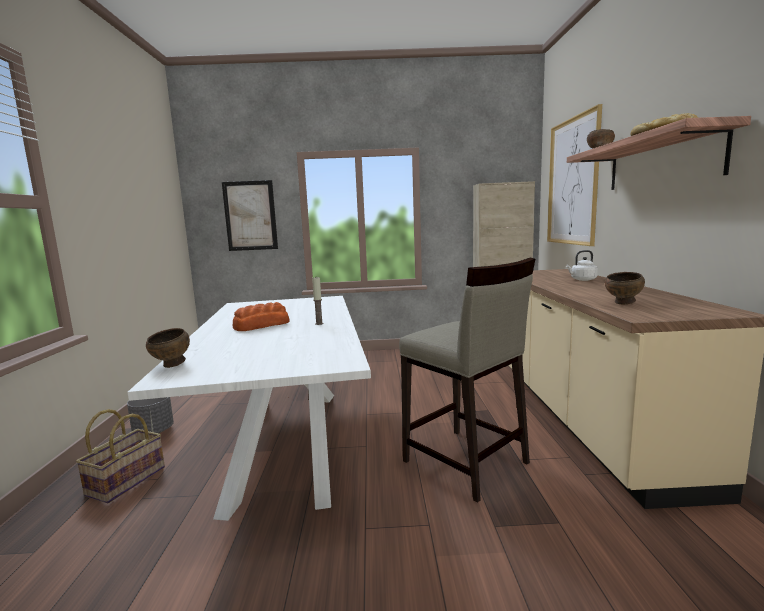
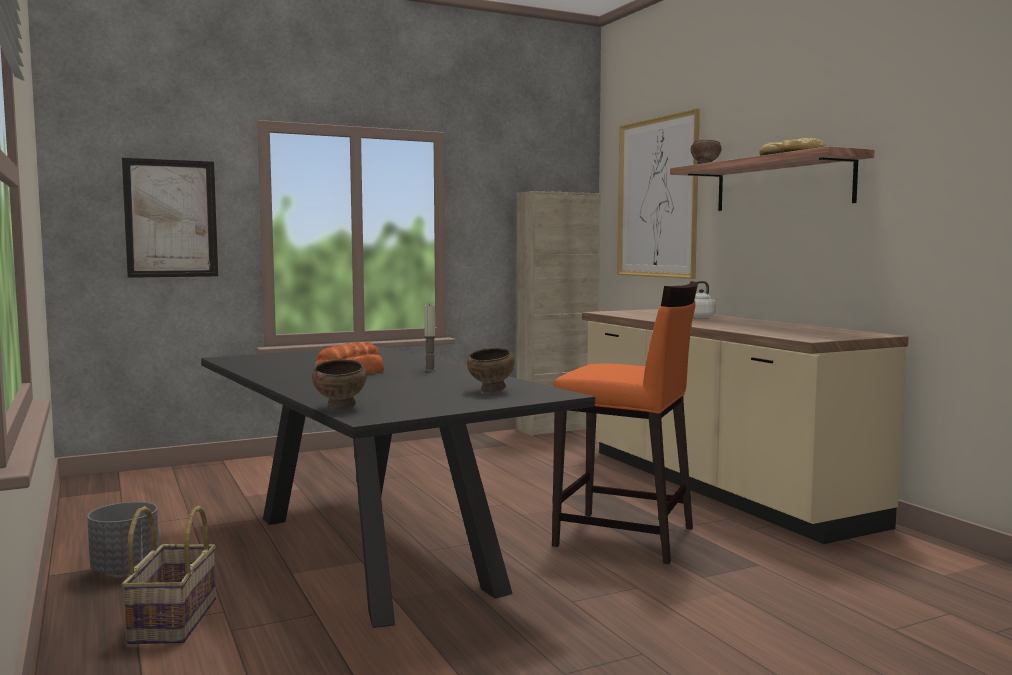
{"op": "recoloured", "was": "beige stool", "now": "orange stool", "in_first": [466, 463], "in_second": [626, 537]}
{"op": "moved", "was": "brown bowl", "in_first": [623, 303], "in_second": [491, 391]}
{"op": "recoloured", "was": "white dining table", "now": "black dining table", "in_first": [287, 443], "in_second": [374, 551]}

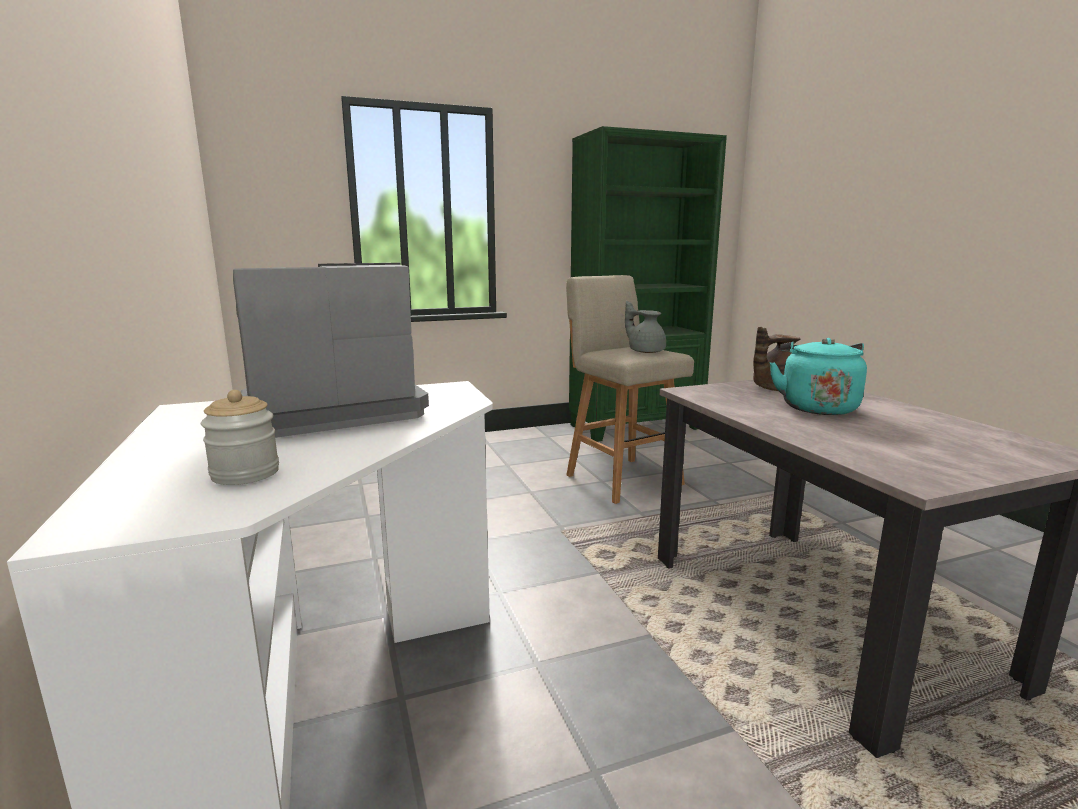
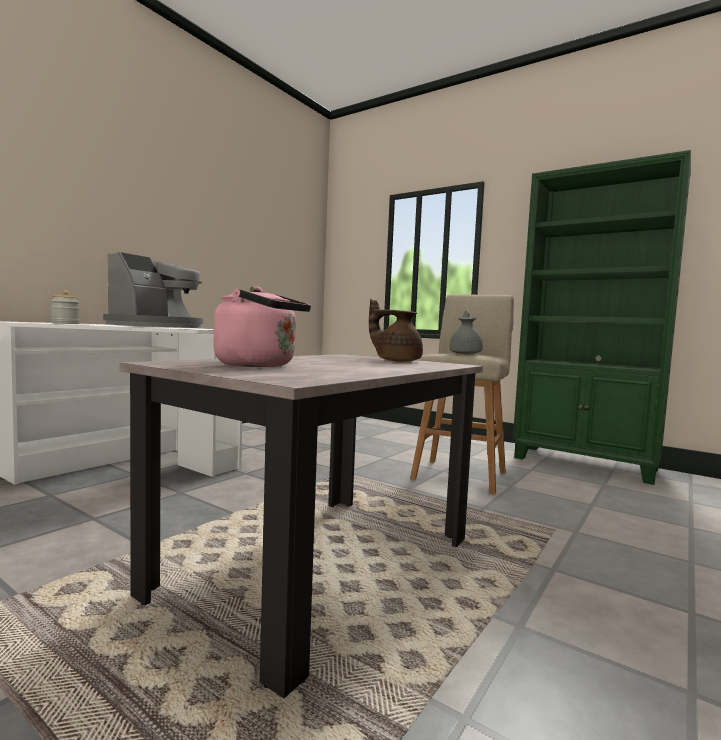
{"op": "turned", "was": "coffee machine", "in_first": [330, 411], "in_second": [158, 326], "clockwise": 90}
{"op": "removed", "was": "turquoise kettle", "in_first": [816, 407]}
{"op": "added", "now": "pink kettle", "in_second": [260, 365]}

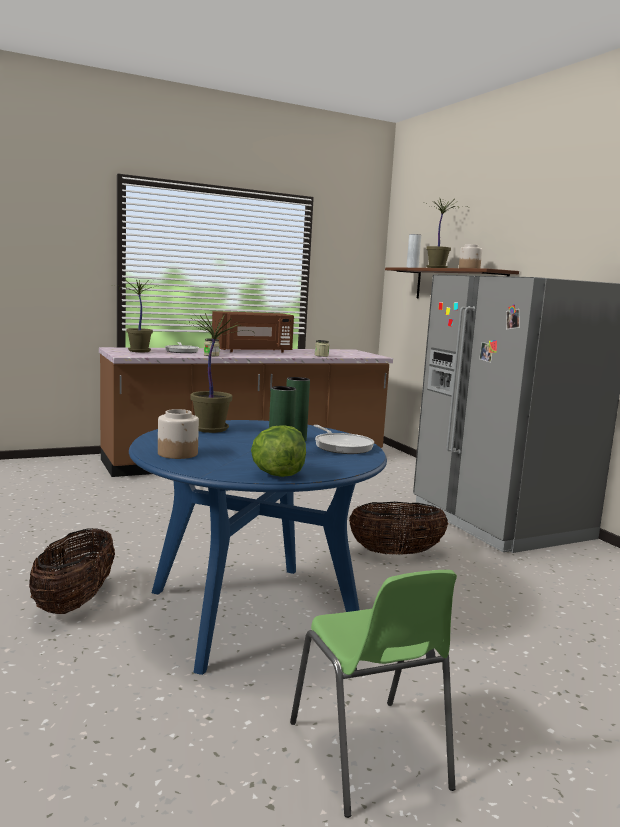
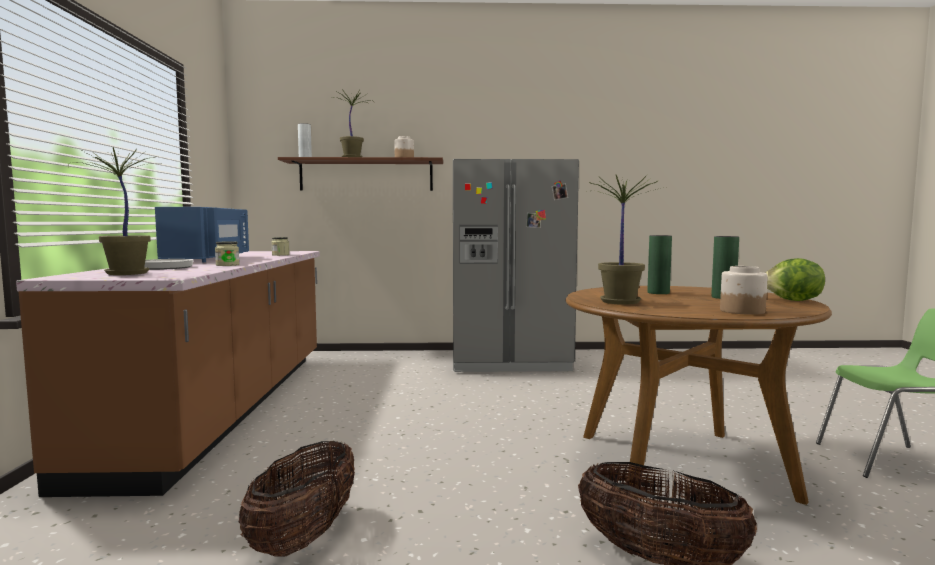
{"op": "recoloured", "was": "brown microwave", "now": "blue microwave", "in_first": [253, 351], "in_second": [209, 259]}
{"op": "recoloured", "was": "blue dining table", "now": "brown dining table", "in_first": [252, 613], "in_second": [681, 465]}
{"op": "removed", "was": "frying pan", "in_first": [342, 446]}
{"op": "moved", "was": "basket", "in_first": [396, 553], "in_second": [304, 537]}

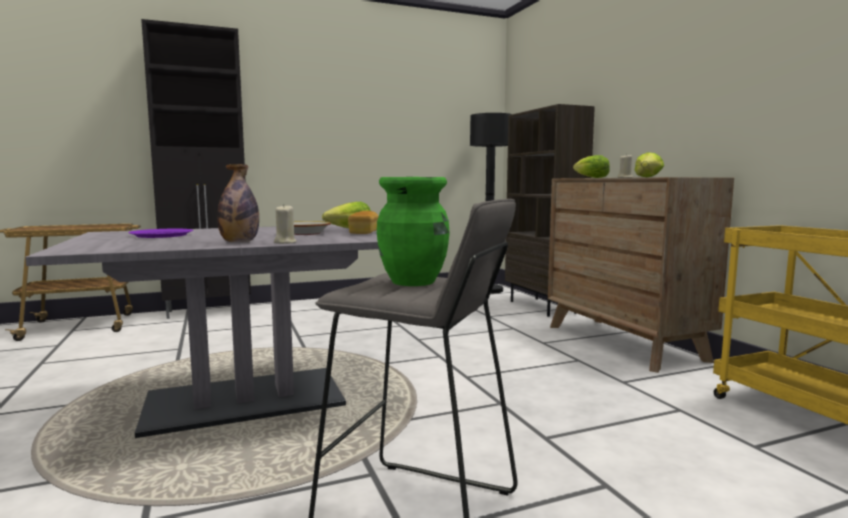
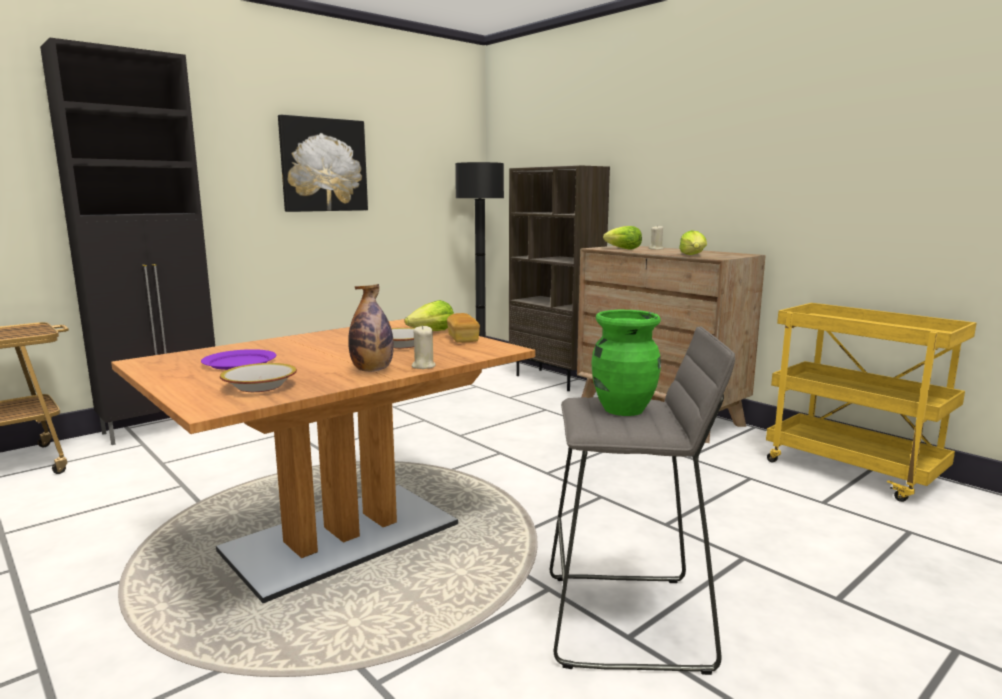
{"op": "recoloured", "was": "grey dining table", "now": "brown dining table", "in_first": [245, 401], "in_second": [342, 538]}
{"op": "added", "now": "picture", "in_second": [323, 165]}
{"op": "added", "now": "bowl", "in_second": [260, 386]}

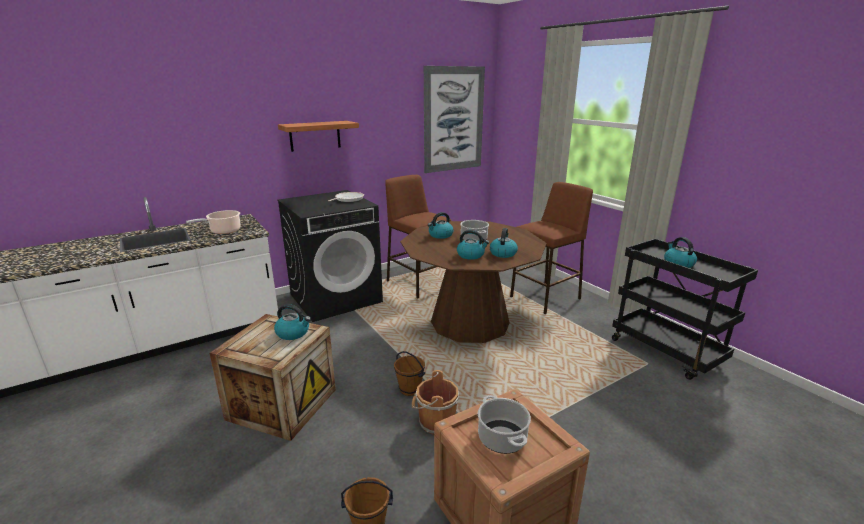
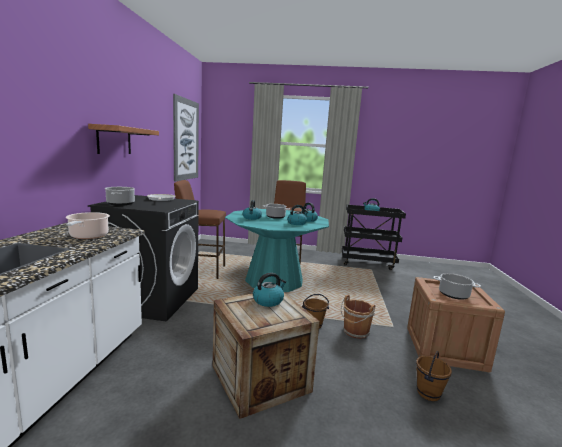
{"op": "recoloured", "was": "brown dining table", "now": "turquoise dining table", "in_first": [470, 322], "in_second": [274, 280]}
{"op": "added", "now": "cooking pot", "in_second": [120, 204]}

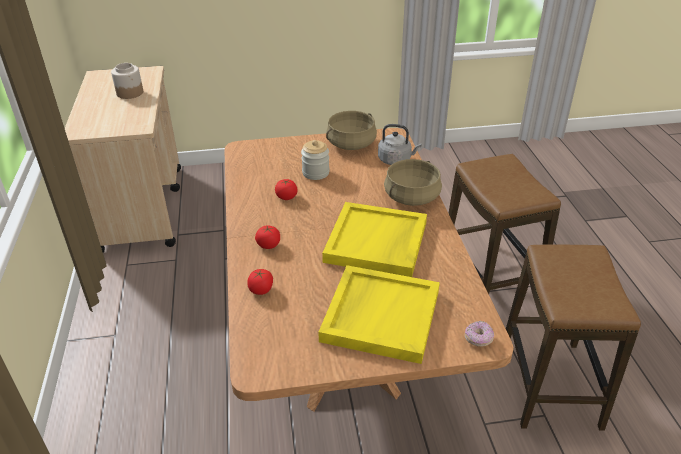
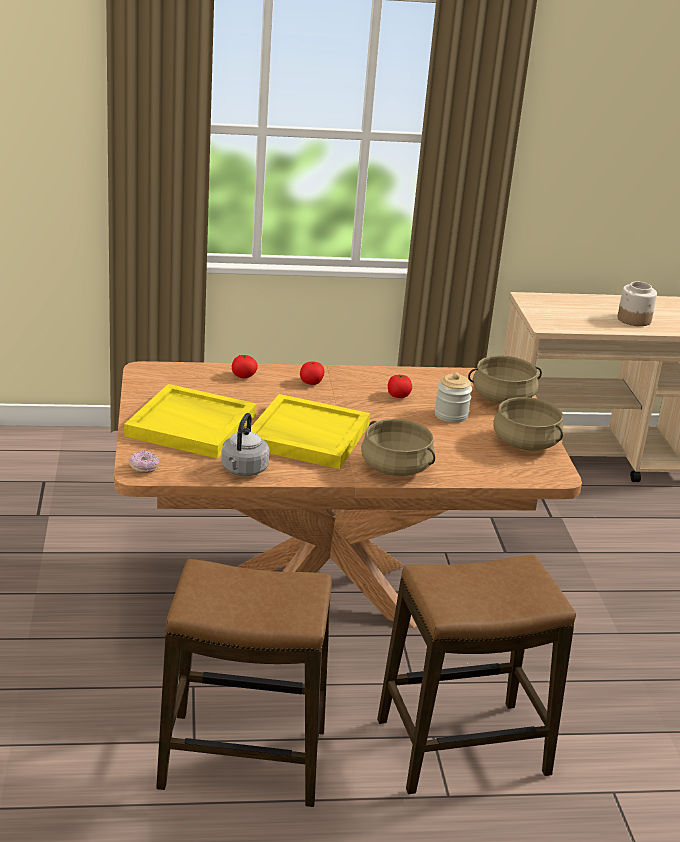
{"op": "moved", "was": "grey kettle", "in_first": [396, 160], "in_second": [243, 470]}
{"op": "added", "now": "beige cooking pot", "in_second": [503, 398]}

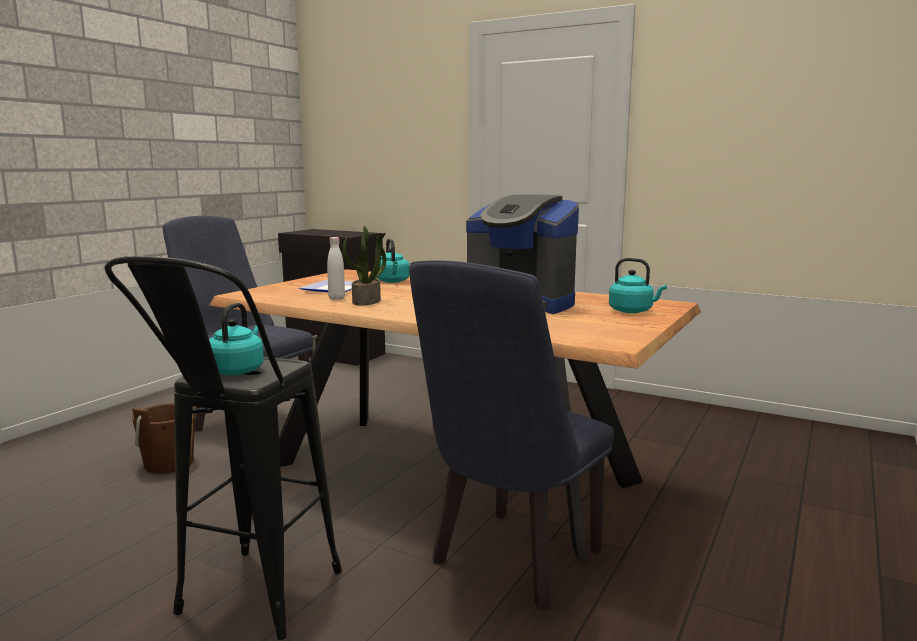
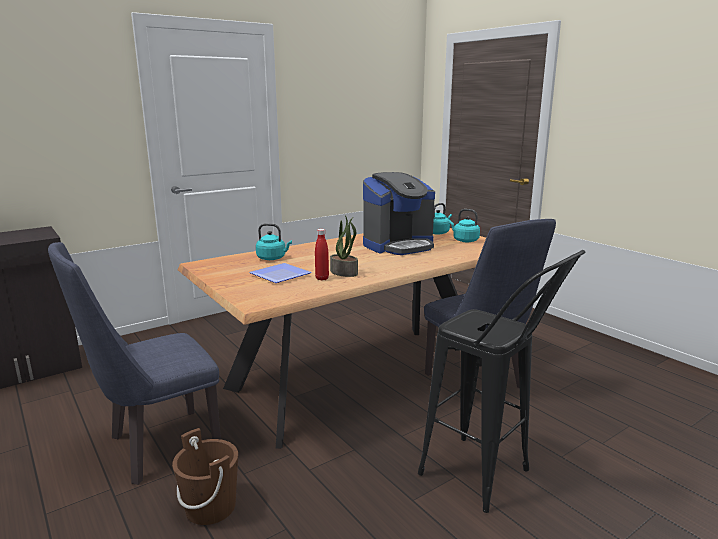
{"op": "recoloured", "was": "white bottle", "now": "red bottle", "in_first": [336, 298], "in_second": [322, 278]}
{"op": "moved", "was": "turquoise kettle", "in_first": [237, 370], "in_second": [464, 240]}

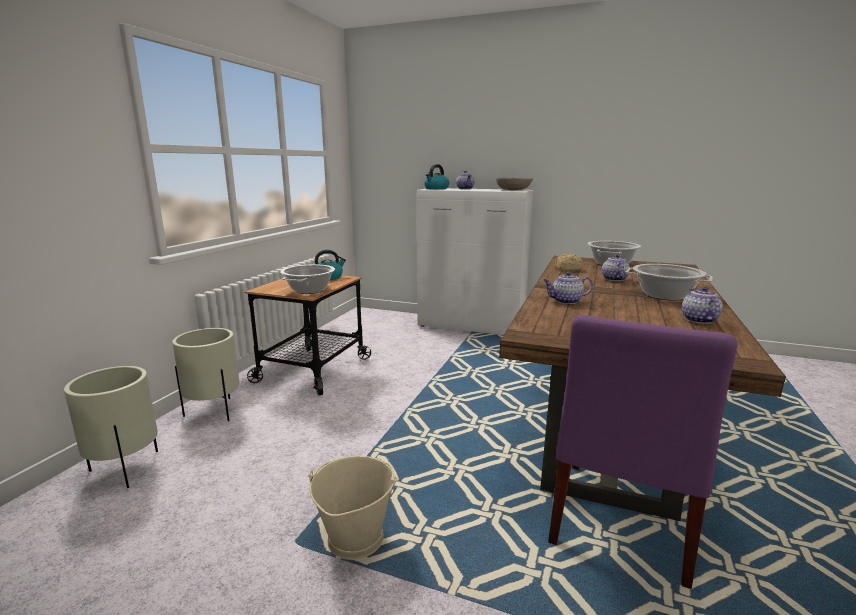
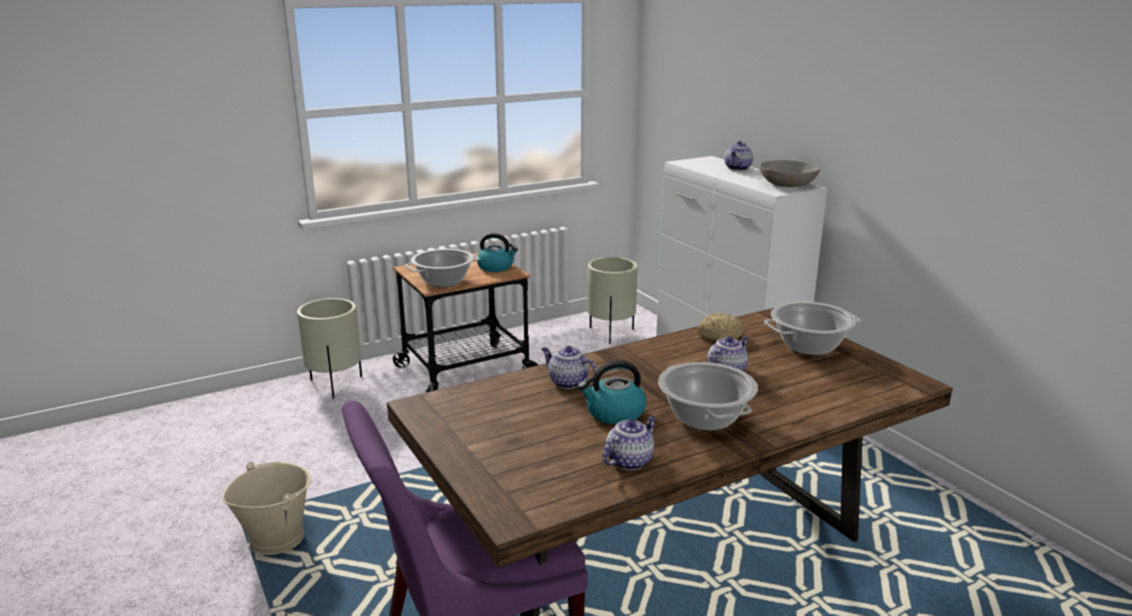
{"op": "moved", "was": "kettle", "in_first": [436, 189], "in_second": [614, 413]}
{"op": "moved", "was": "beige planter", "in_first": [125, 469], "in_second": [610, 333]}

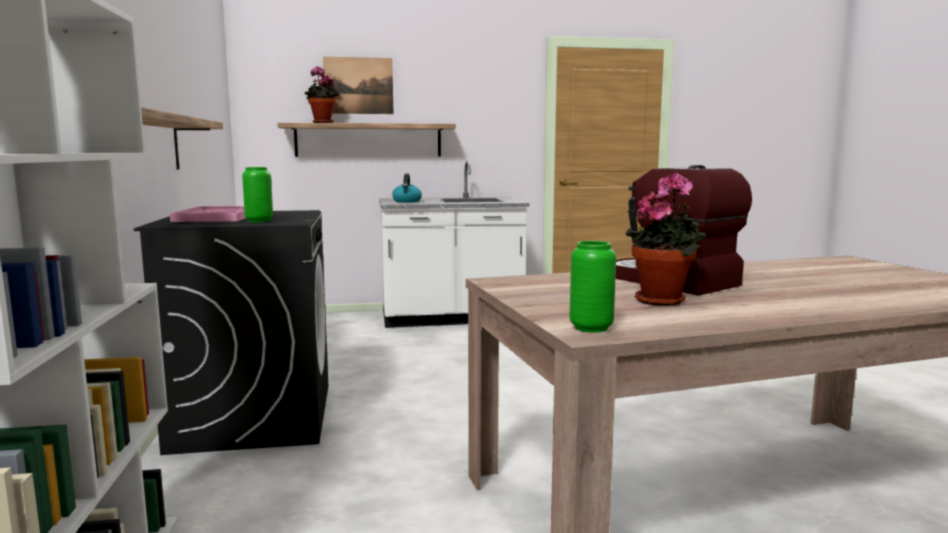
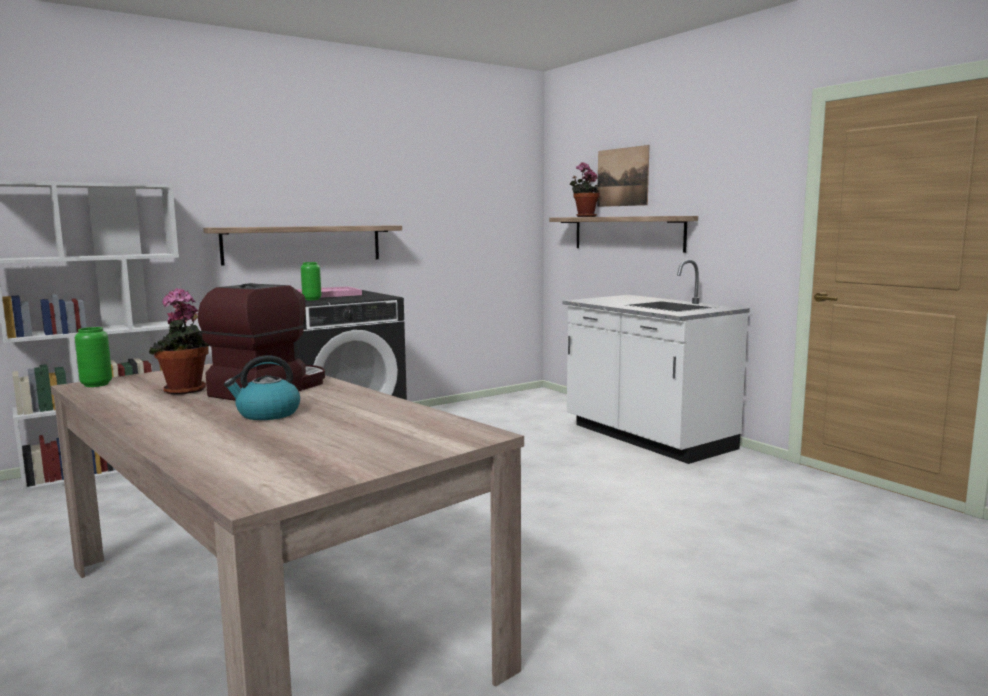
{"op": "moved", "was": "kettle", "in_first": [407, 201], "in_second": [267, 414]}

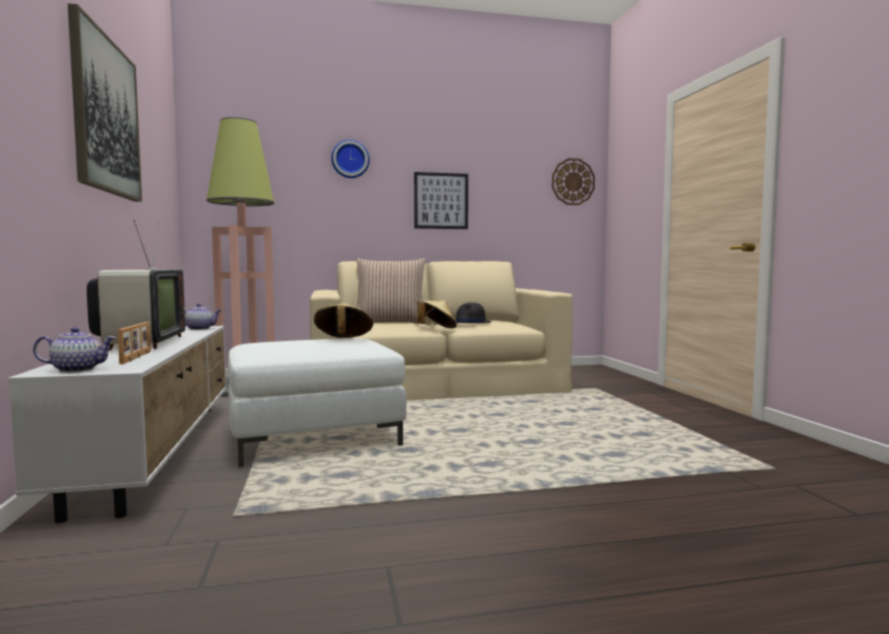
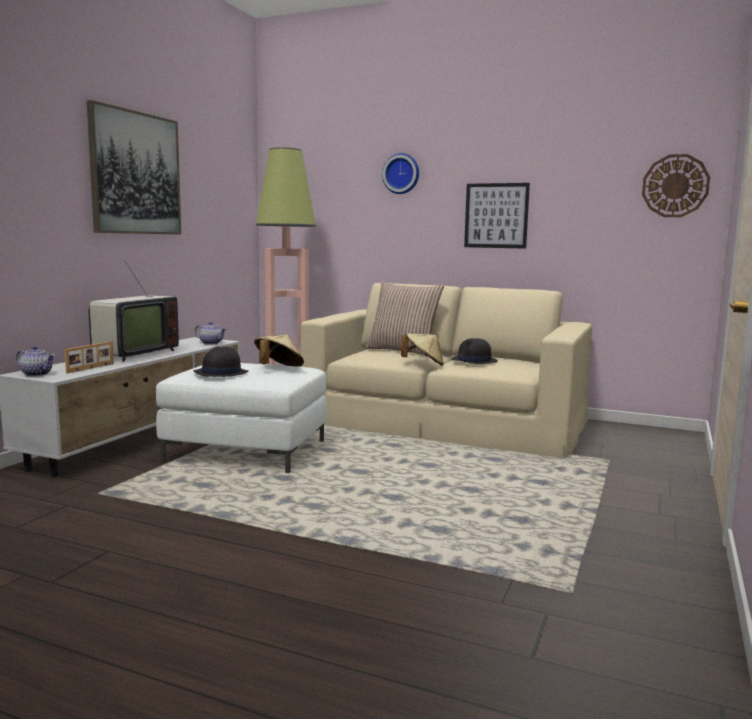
{"op": "added", "now": "black hat", "in_second": [220, 373]}

